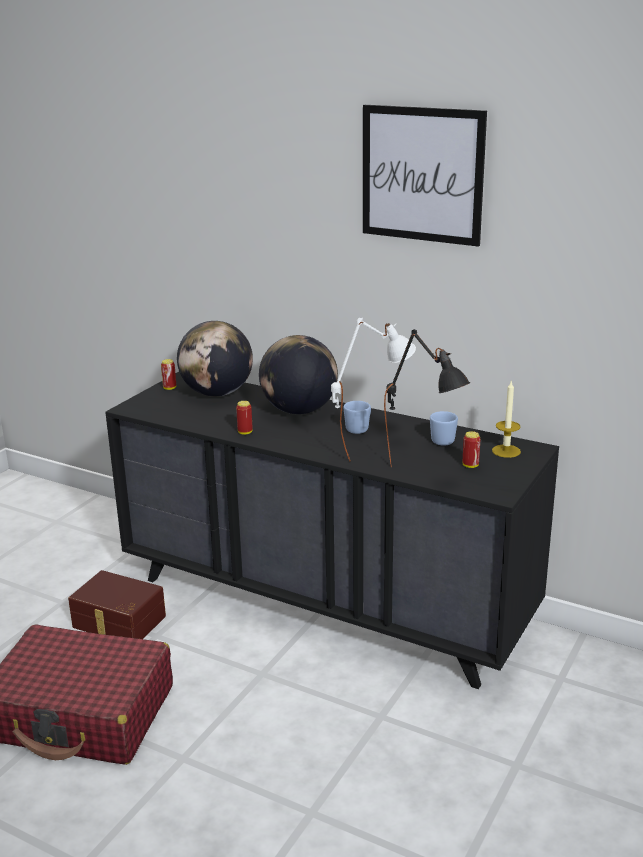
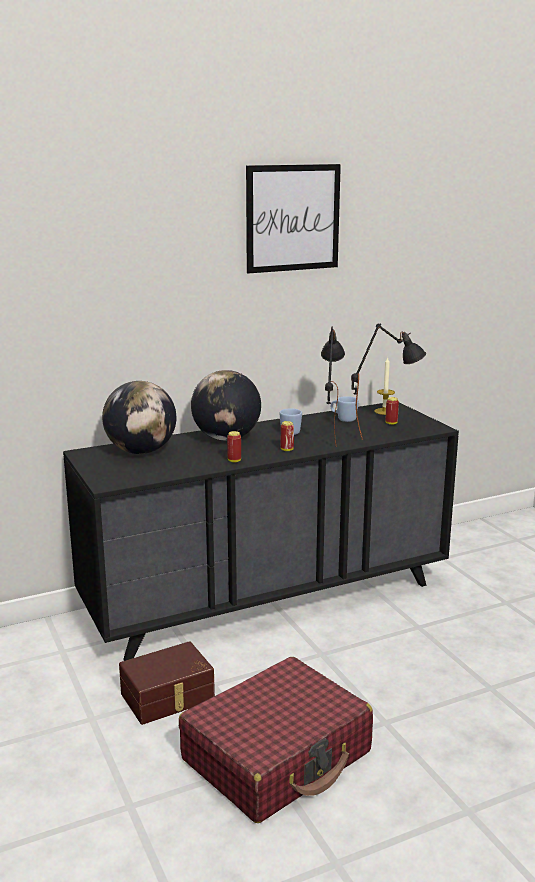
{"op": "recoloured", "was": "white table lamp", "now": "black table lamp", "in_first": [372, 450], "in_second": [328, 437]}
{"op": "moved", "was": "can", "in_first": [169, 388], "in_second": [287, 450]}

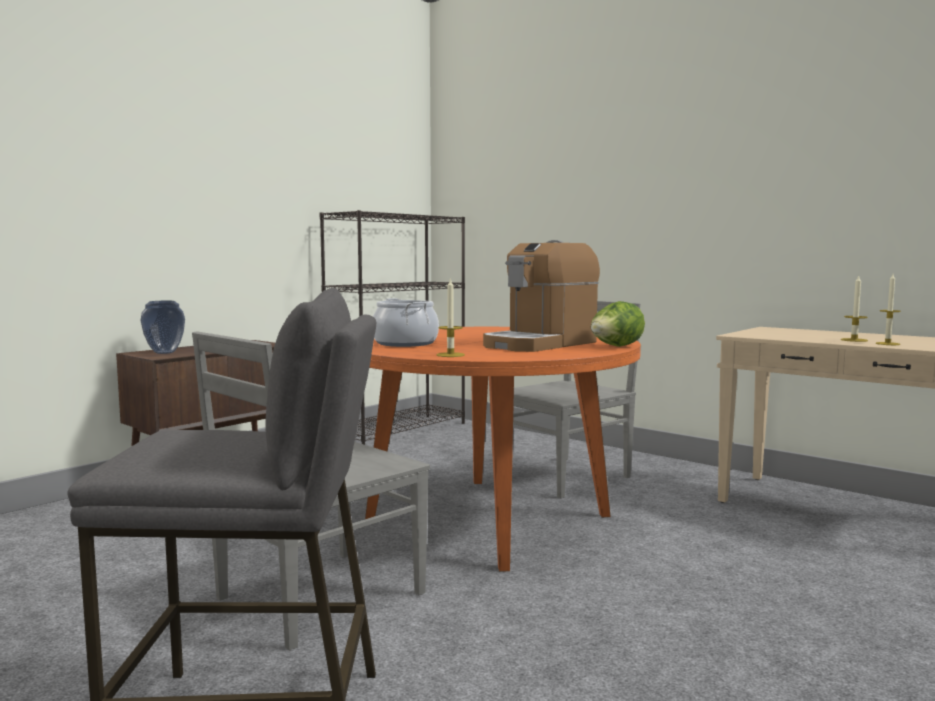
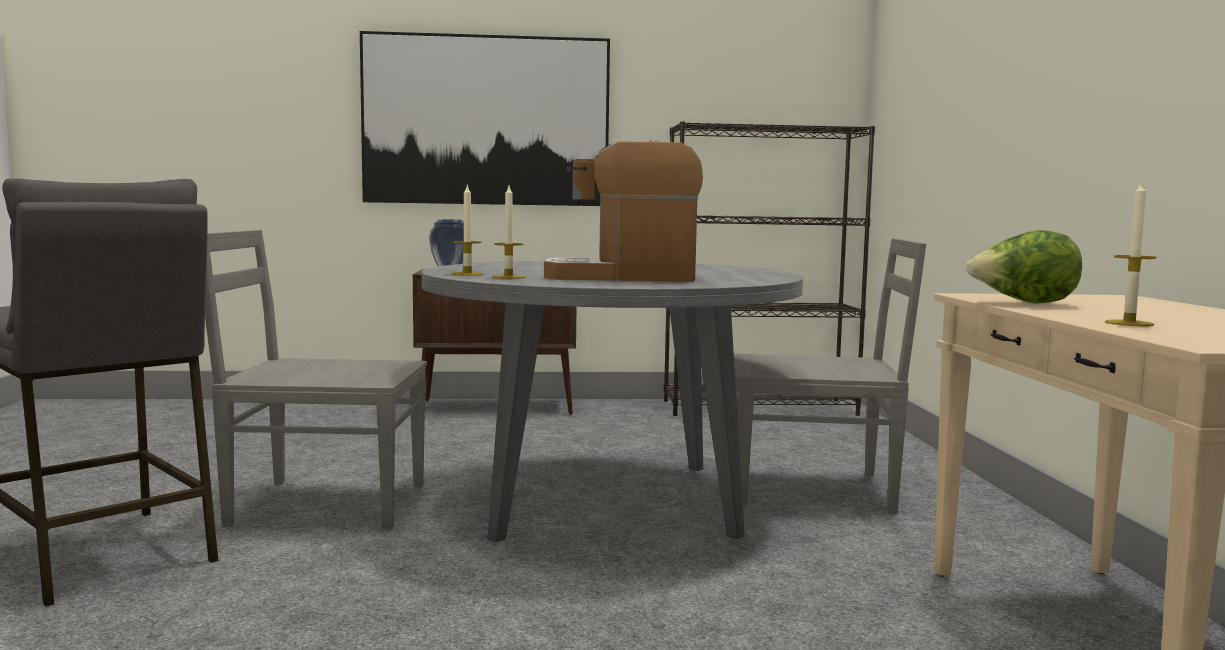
{"op": "moved", "was": "candle", "in_first": [854, 340], "in_second": [508, 277]}
{"op": "removed", "was": "cooking pot", "in_first": [405, 343]}
{"op": "moved", "was": "lettuce", "in_first": [615, 347], "in_second": [1023, 303]}
{"op": "recoloured", "was": "orange dining table", "now": "grey dining table", "in_first": [488, 519], "in_second": [608, 499]}
{"op": "added", "now": "picture", "in_second": [486, 120]}

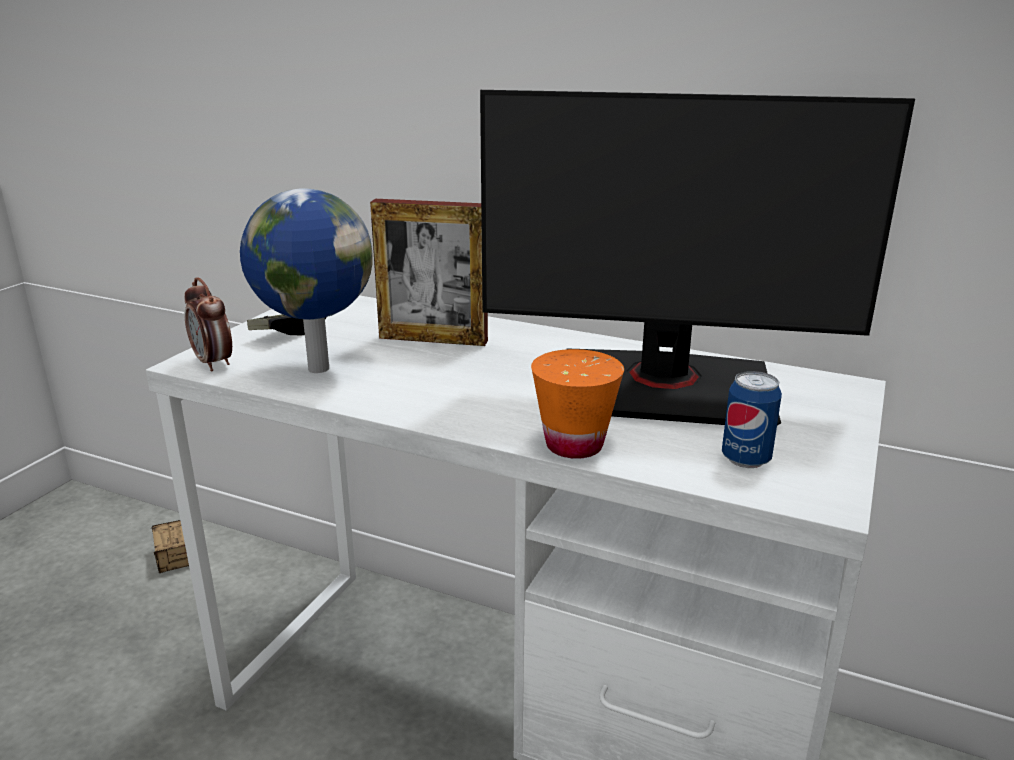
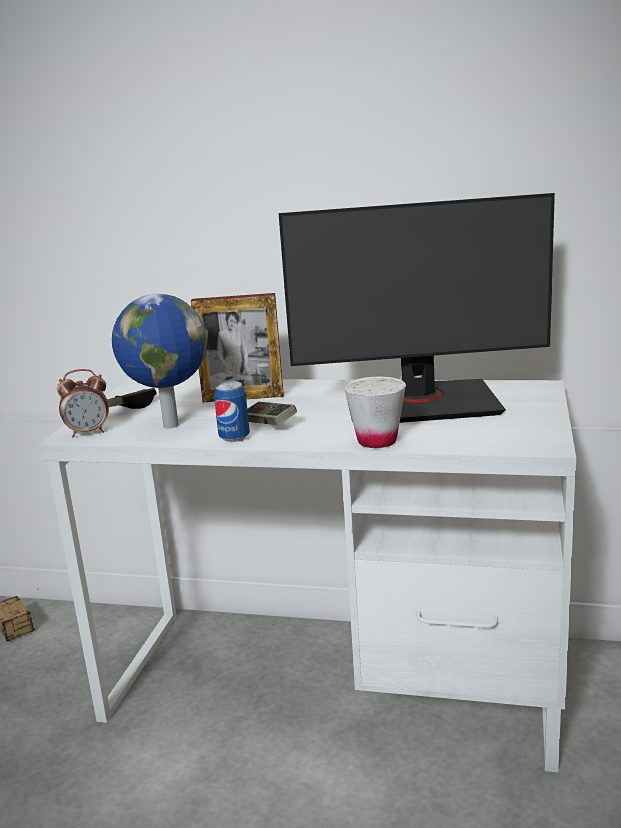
{"op": "turned", "was": "alarm clock", "in_first": [214, 363], "in_second": [88, 433], "clockwise": -60}
{"op": "recoloured", "was": "orange cup", "now": "white cup", "in_first": [574, 445], "in_second": [377, 441]}
{"op": "moved", "was": "can", "in_first": [746, 459], "in_second": [234, 438]}
{"op": "added", "now": "game controller", "in_second": [268, 424]}

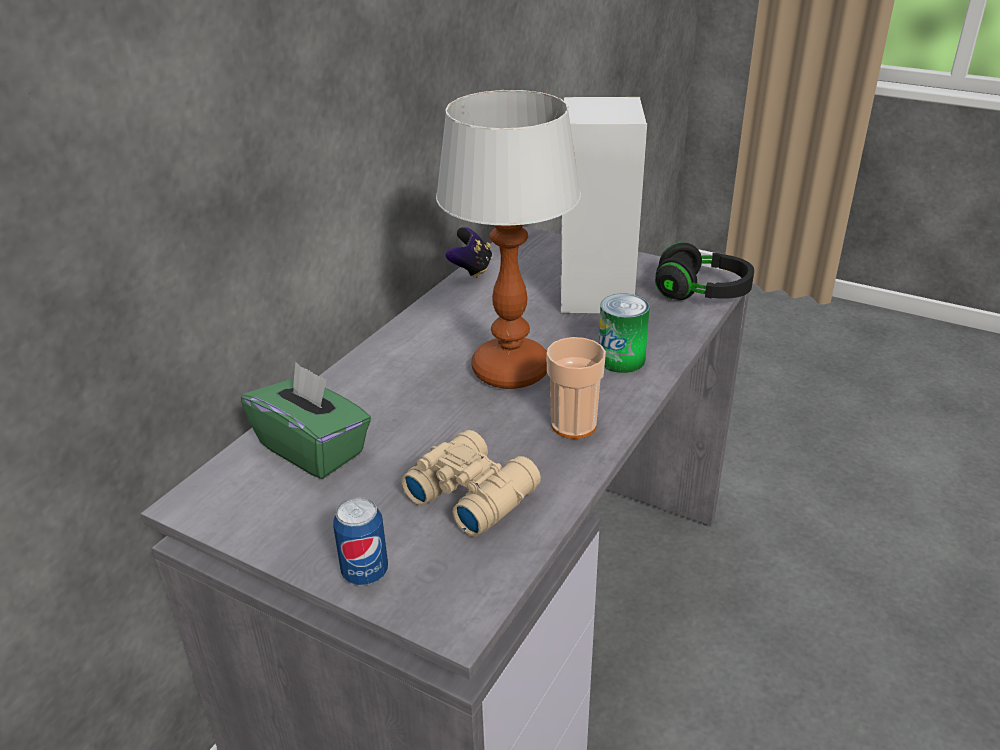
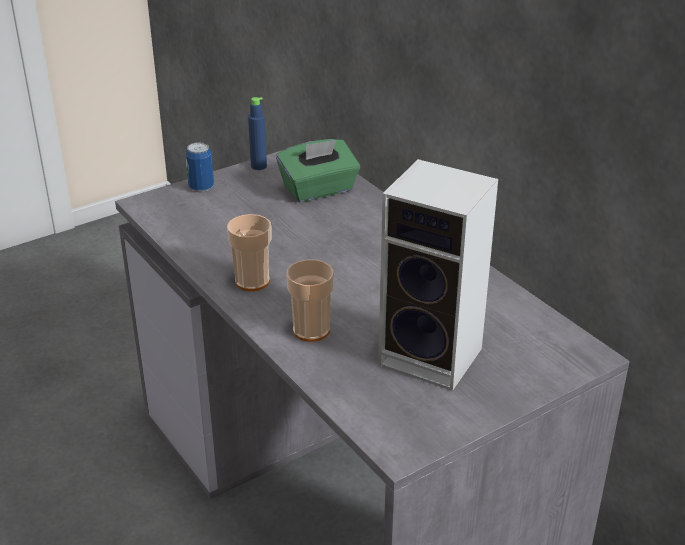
{"op": "removed", "was": "table lamp", "in_first": [509, 370]}
{"op": "removed", "was": "game controller", "in_first": [471, 270]}
{"op": "removed", "was": "black headphones", "in_first": [702, 293]}
{"op": "replaced", "was": "can", "now": "cup", "in_first": [621, 359], "in_second": [311, 330]}
{"op": "removed", "was": "beige binoculars", "in_first": [471, 493]}
{"op": "added", "now": "blue bottle", "in_second": [258, 166]}

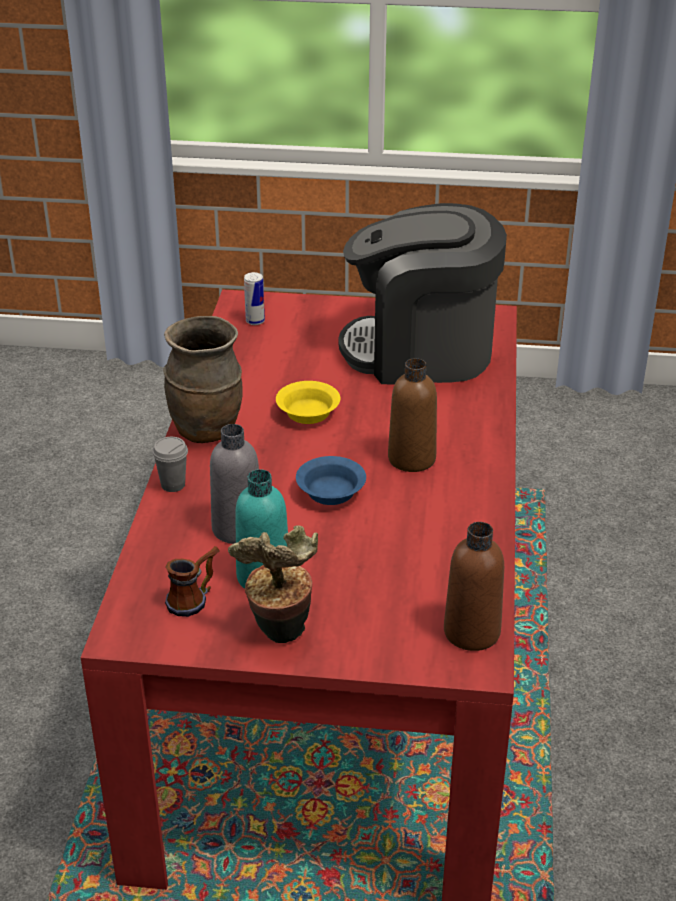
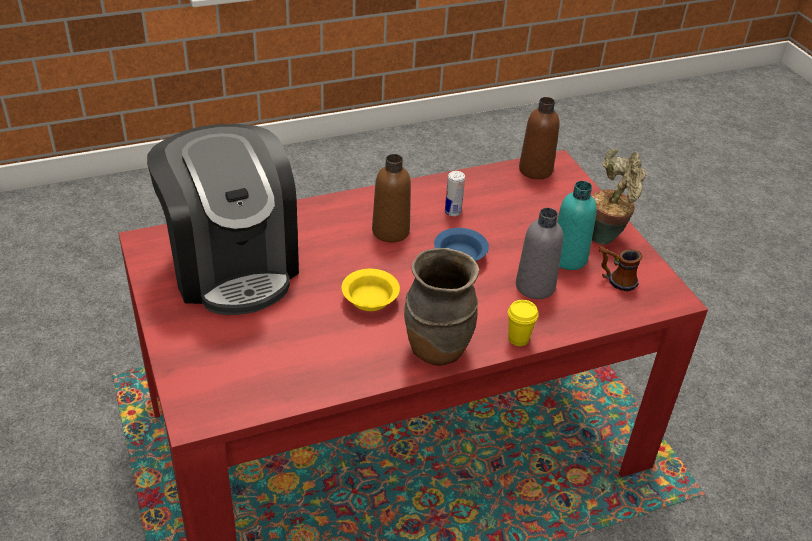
{"op": "moved", "was": "can", "in_first": [255, 321], "in_second": [453, 212]}
{"op": "recoloured", "was": "grey cup", "now": "yellow cup", "in_first": [173, 485], "in_second": [518, 339]}

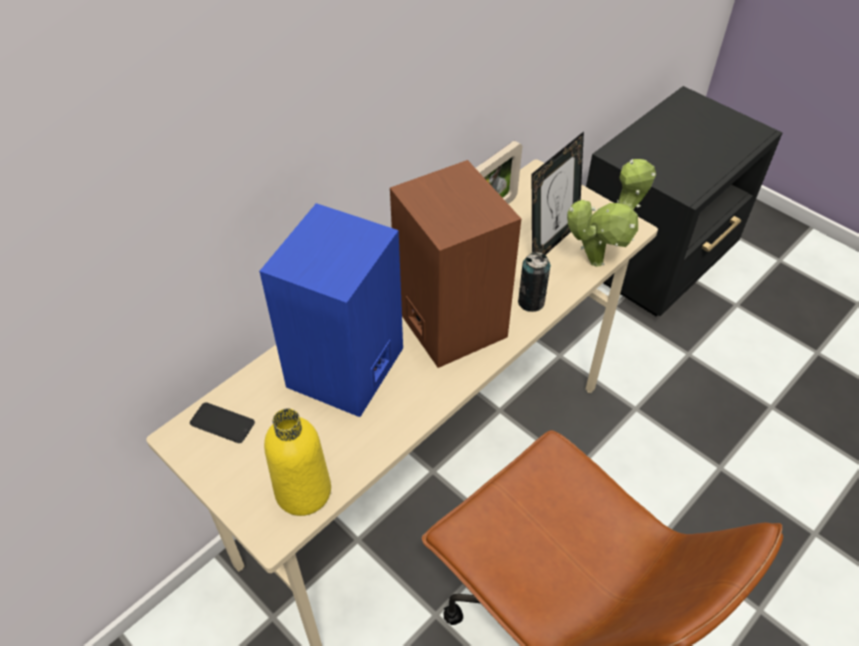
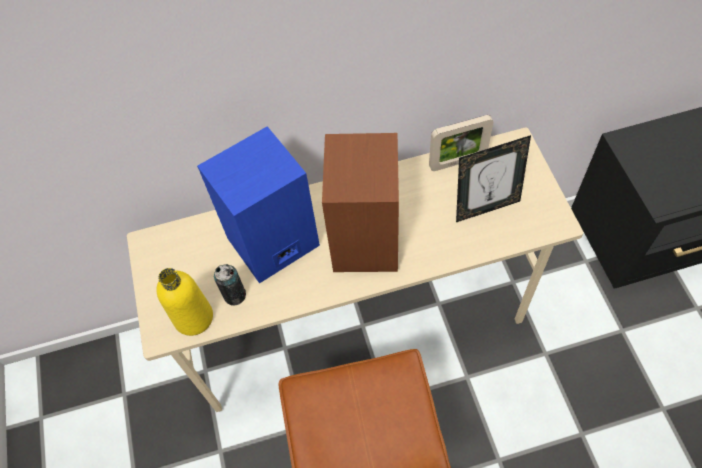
{"op": "removed", "was": "potted plant", "in_first": [600, 258]}
{"op": "moved", "was": "can", "in_first": [531, 302], "in_second": [235, 295]}
{"op": "removed", "was": "phone", "in_first": [222, 423]}

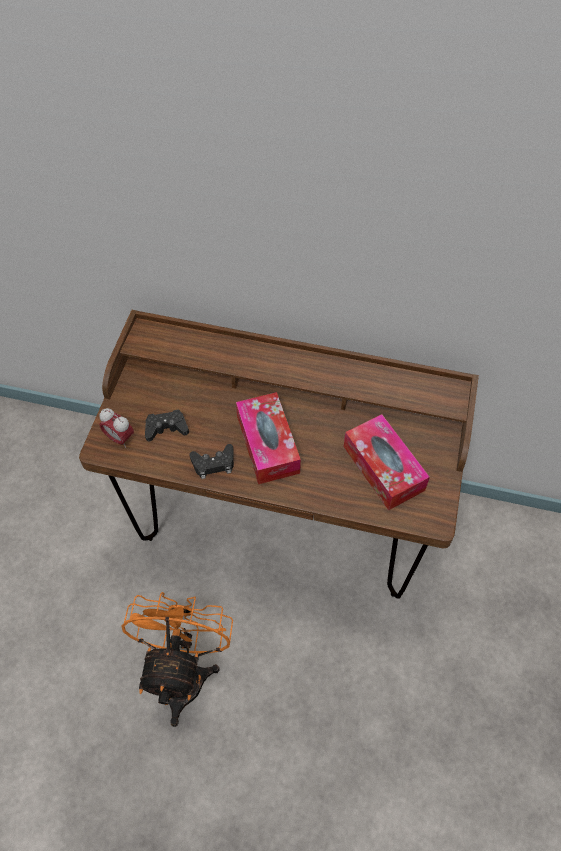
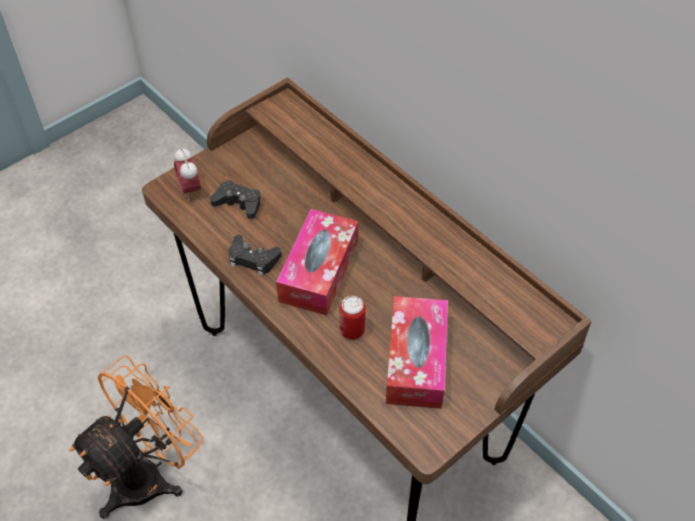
{"op": "added", "now": "can", "in_second": [352, 330]}

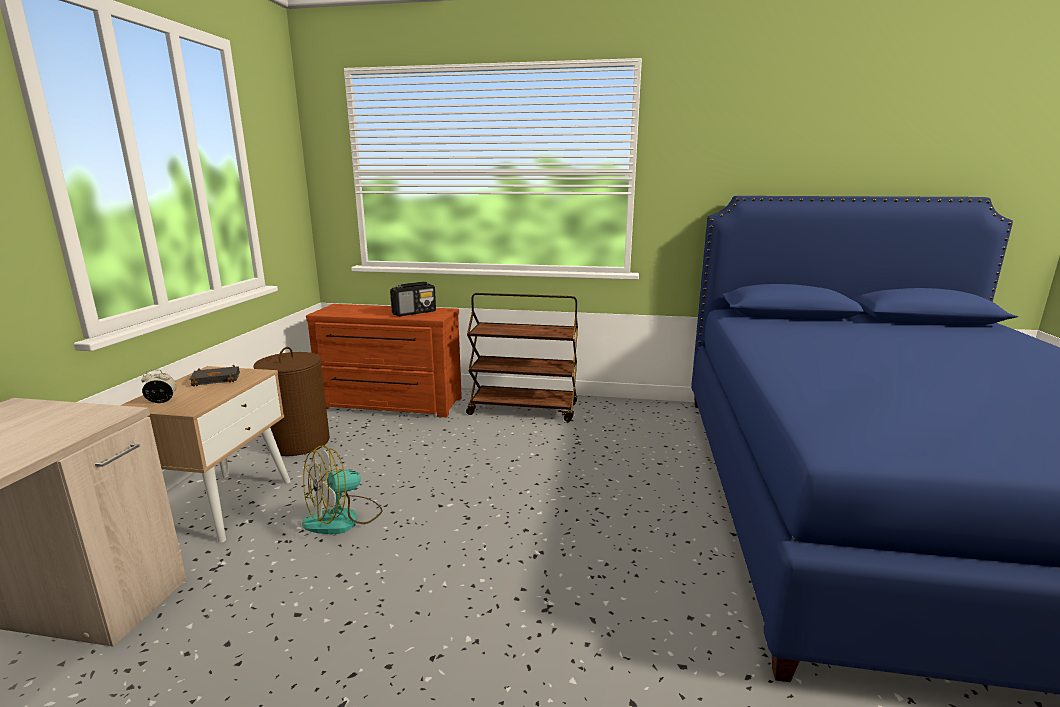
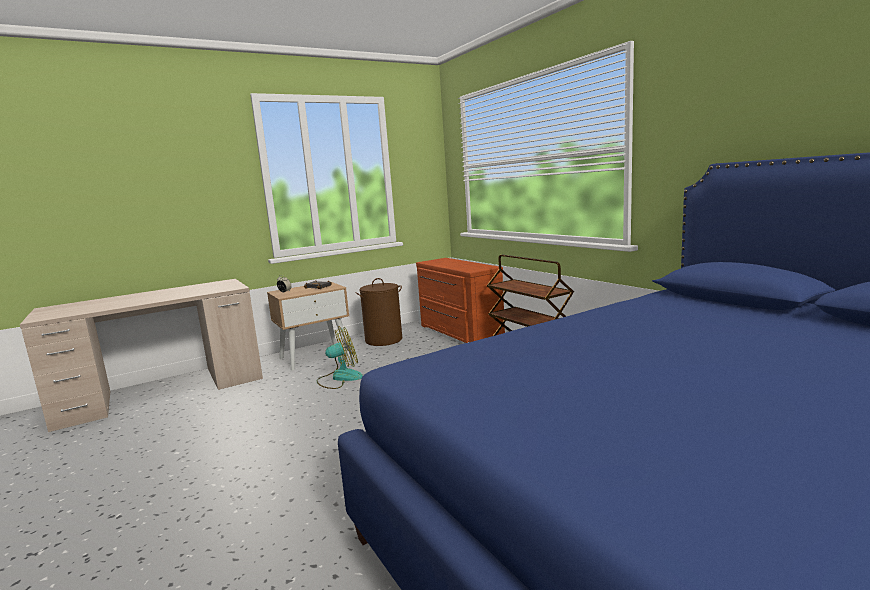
{"op": "removed", "was": "radio", "in_first": [414, 312]}
{"op": "turned", "was": "fan", "in_first": [343, 518], "in_second": [340, 378], "clockwise": 150}

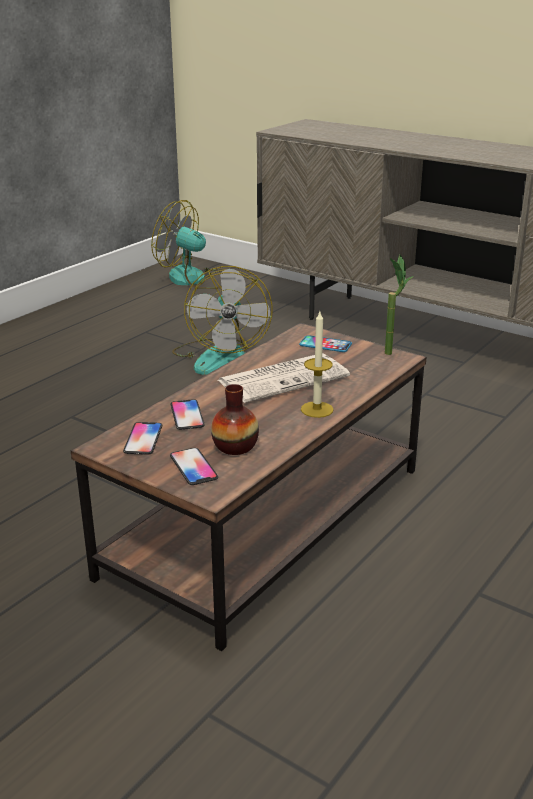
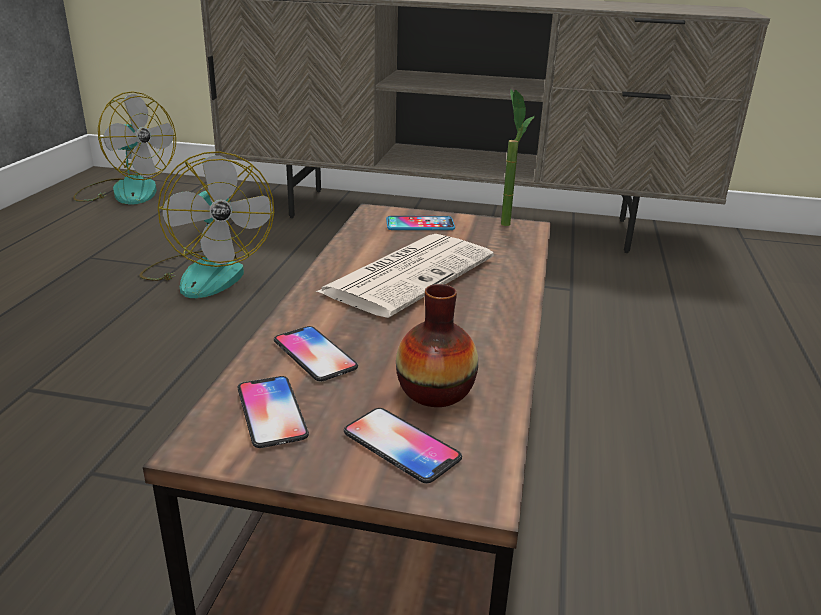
{"op": "turned", "was": "fan", "in_first": [195, 279], "in_second": [126, 191], "clockwise": -150}
{"op": "removed", "was": "candle", "in_first": [317, 409]}

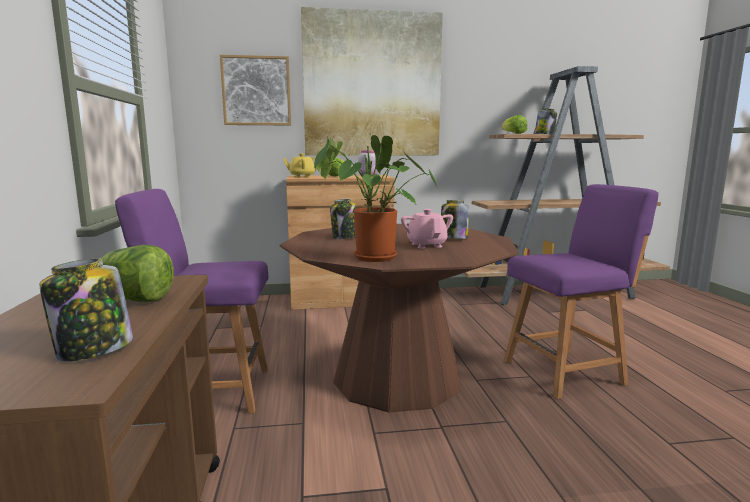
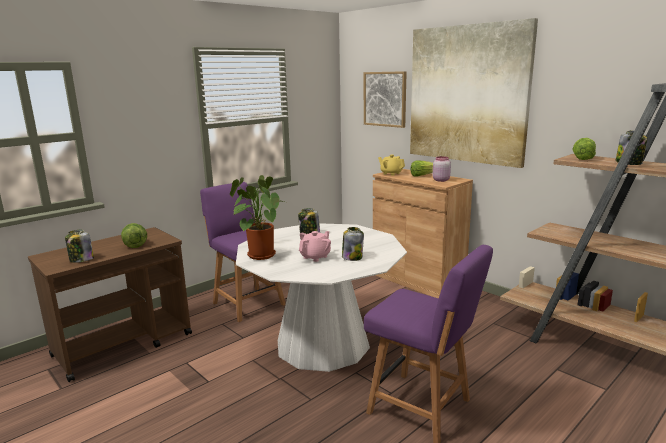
{"op": "recoloured", "was": "brown dining table", "now": "white dining table", "in_first": [397, 378], "in_second": [322, 344]}

